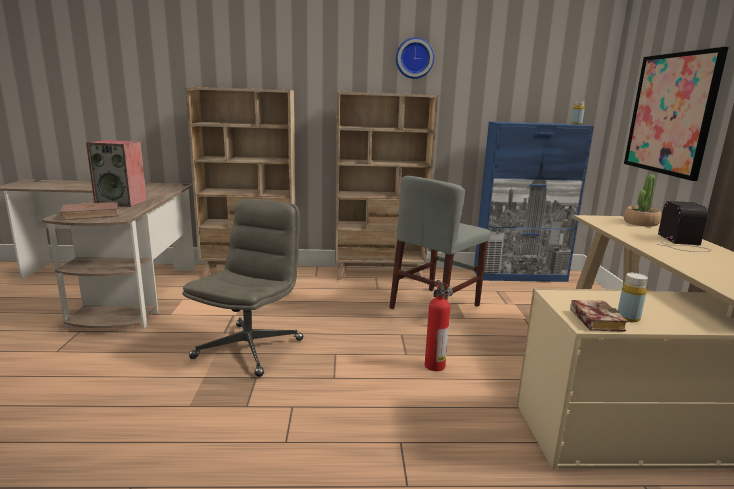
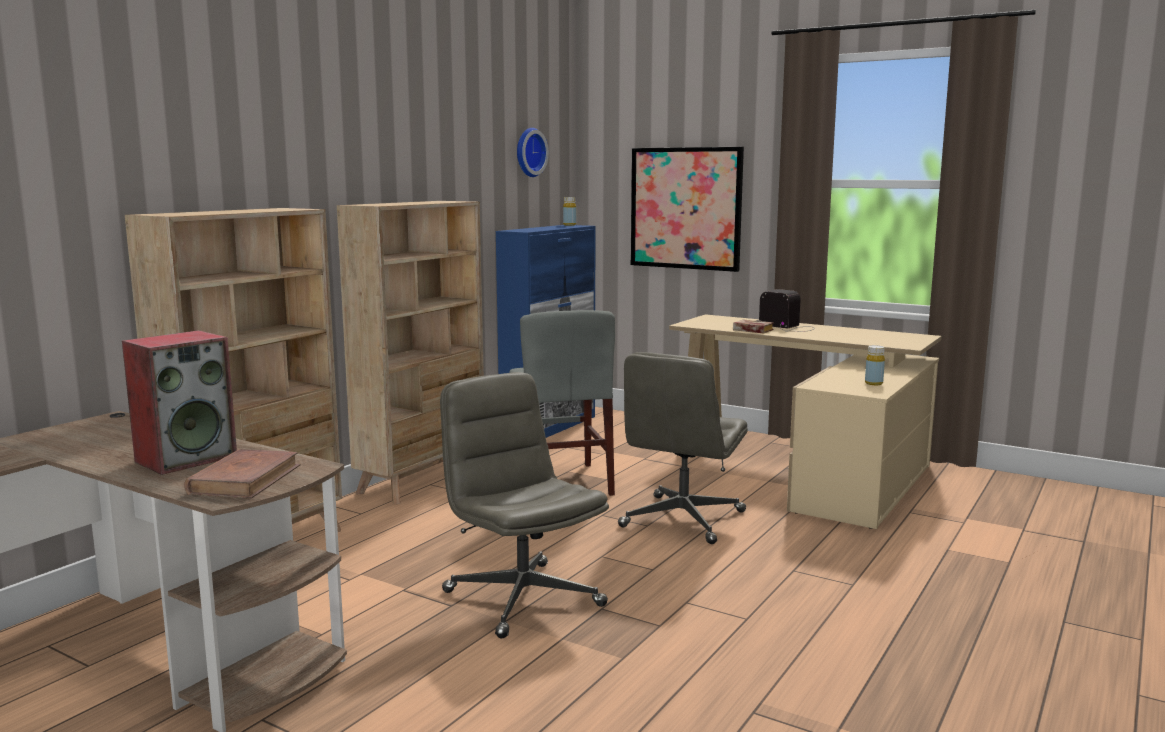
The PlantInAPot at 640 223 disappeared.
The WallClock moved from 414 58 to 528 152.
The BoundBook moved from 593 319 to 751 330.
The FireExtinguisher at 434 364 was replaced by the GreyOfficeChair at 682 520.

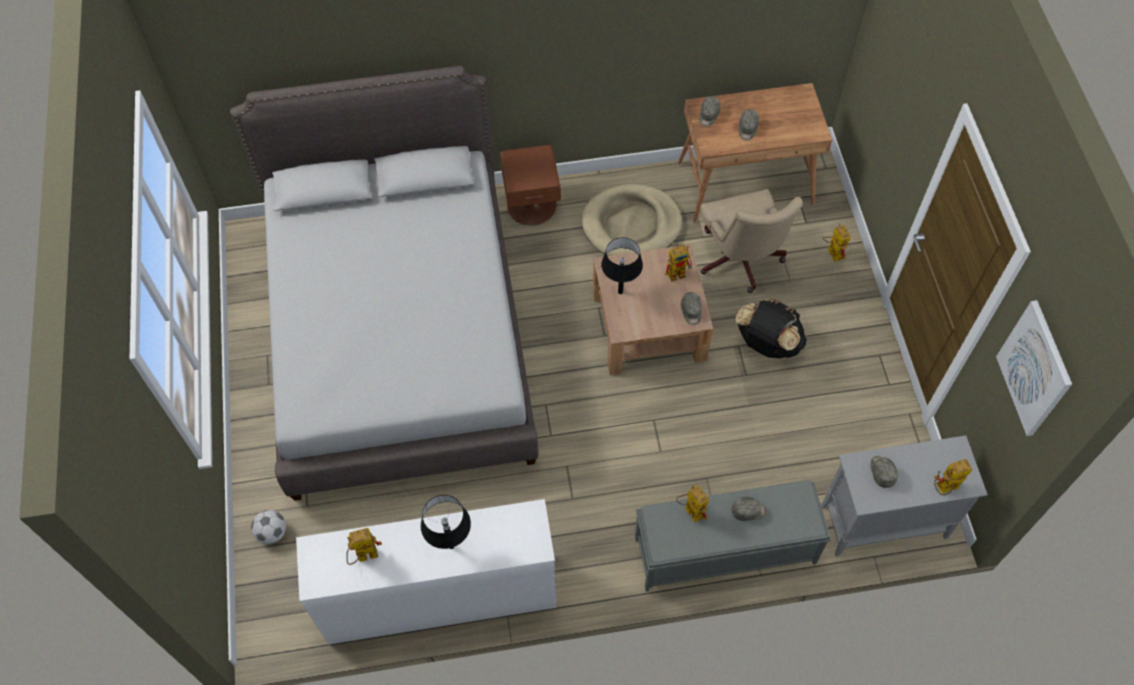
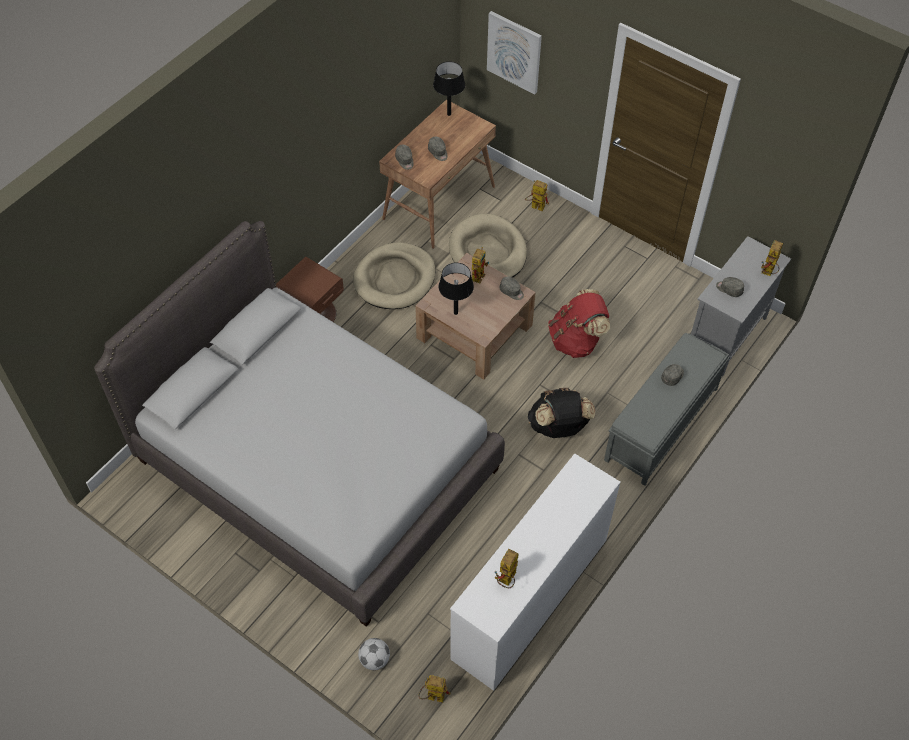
The RedRucksack at 576 341 appeared.
The BlackLampForATable moved from 451 546 to 449 114.
The RobotFigure moved from 690 510 to 432 697.
The BlackRucksack moved from 767 343 to 558 427.
The WallPicture moved from 1035 369 to 514 52.
The SandColouredOfficeChair at 740 262 was replaced by the SandColouredPetBed at 487 252.

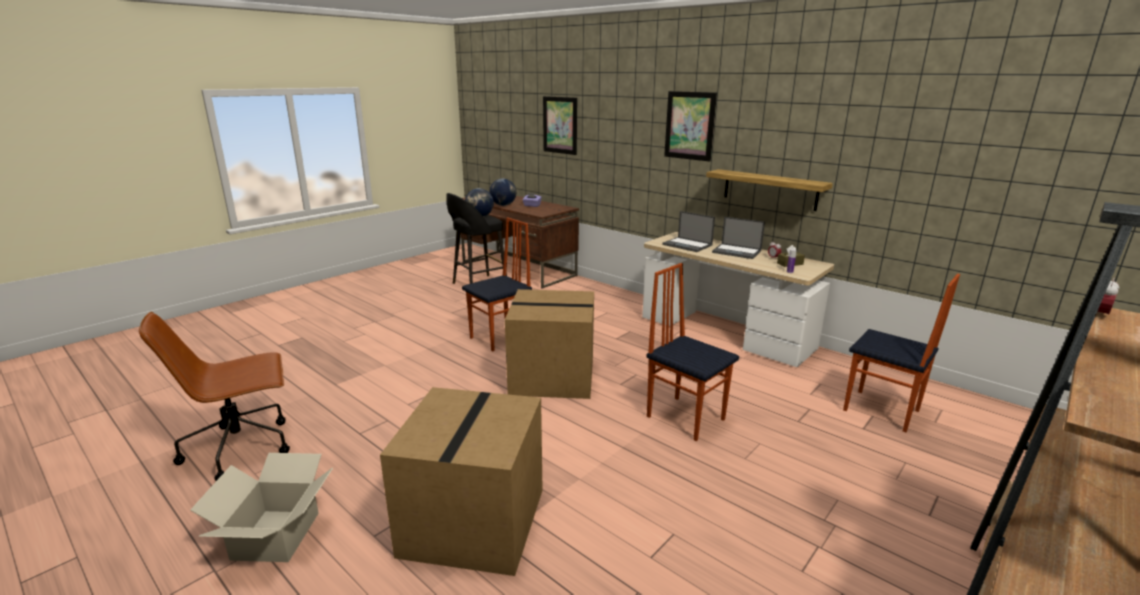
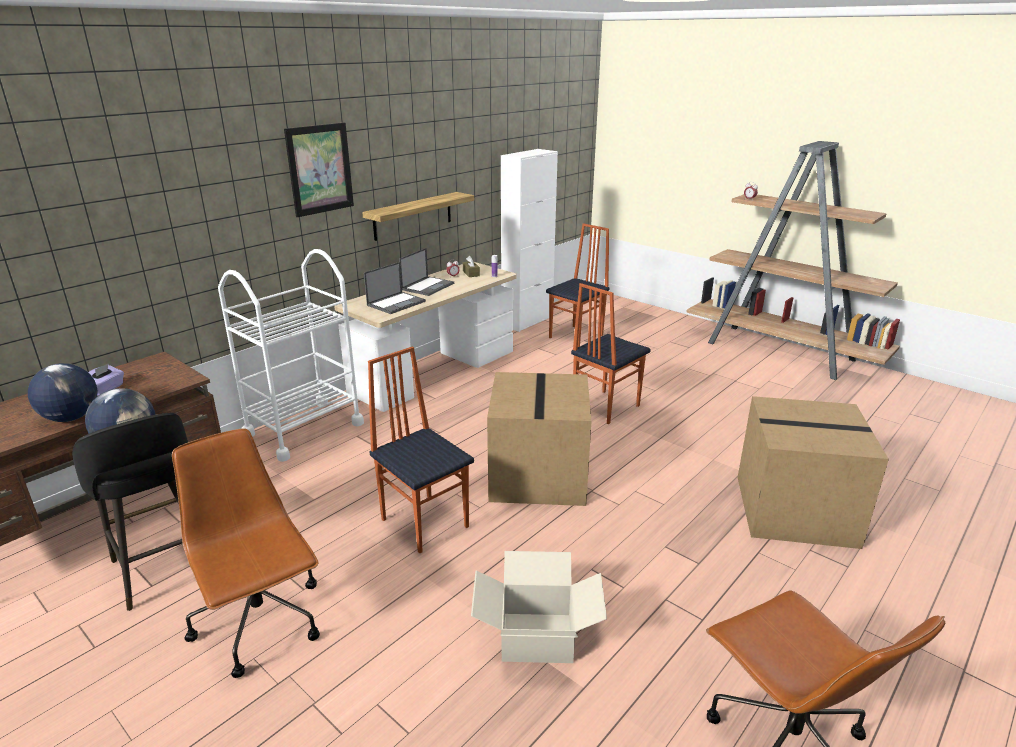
The WallPicture at 560 125 disappeared.
The BrownOfficeChair at 262 624 appeared.
The WhiteColouredTrolley at 304 429 appeared.
The WhiteColouredStorageCabinet at 527 321 appeared.
The CardboardBox moved from 275 535 to 537 638.

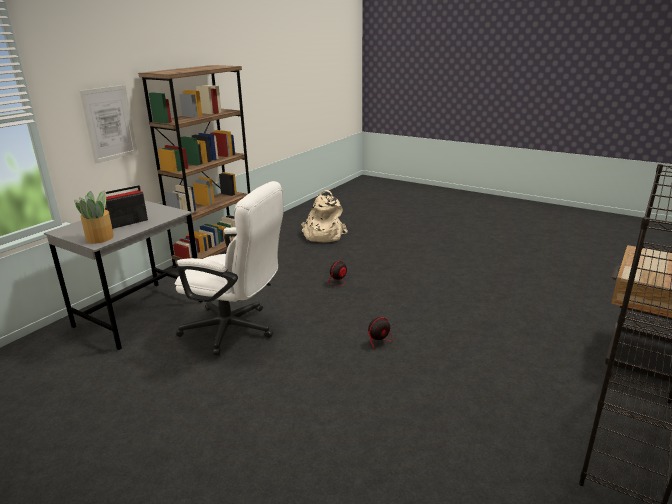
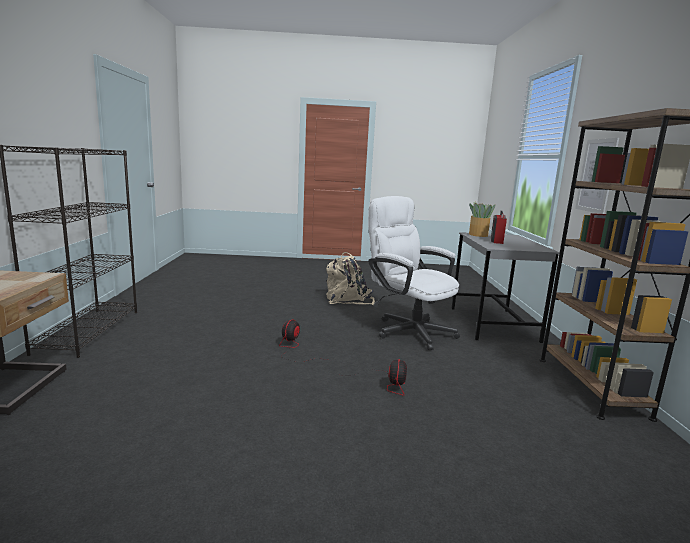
The SandColouredRucksack moved from 322 235 to 348 299.
The WhiteColouredOfficeChair at 236 330 turned 60 degrees clockwise.

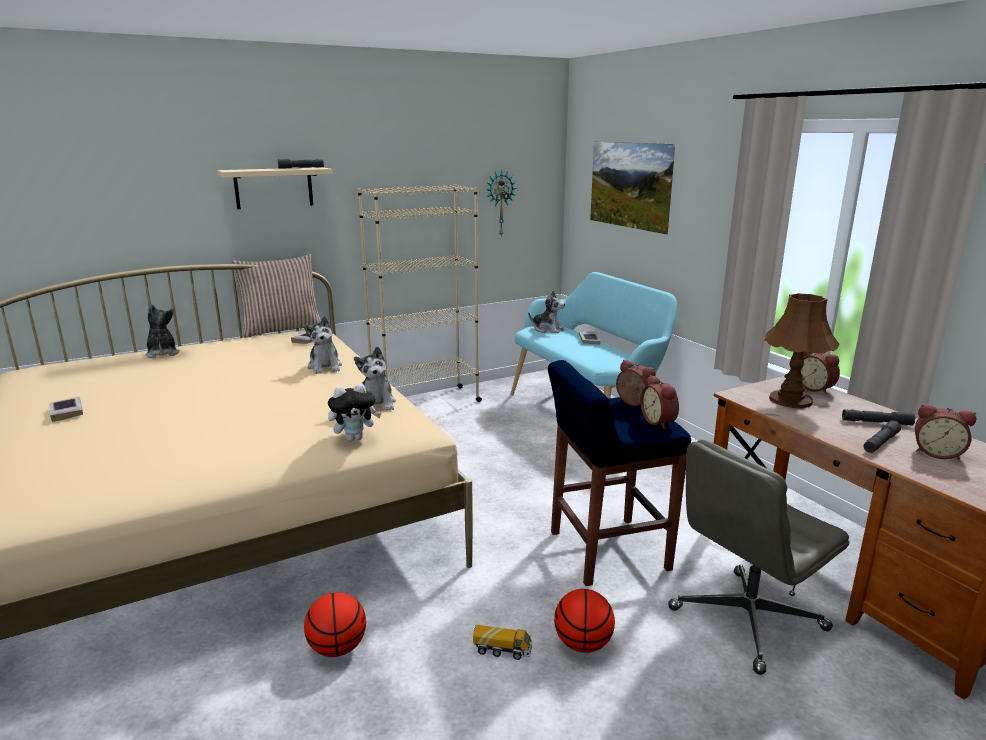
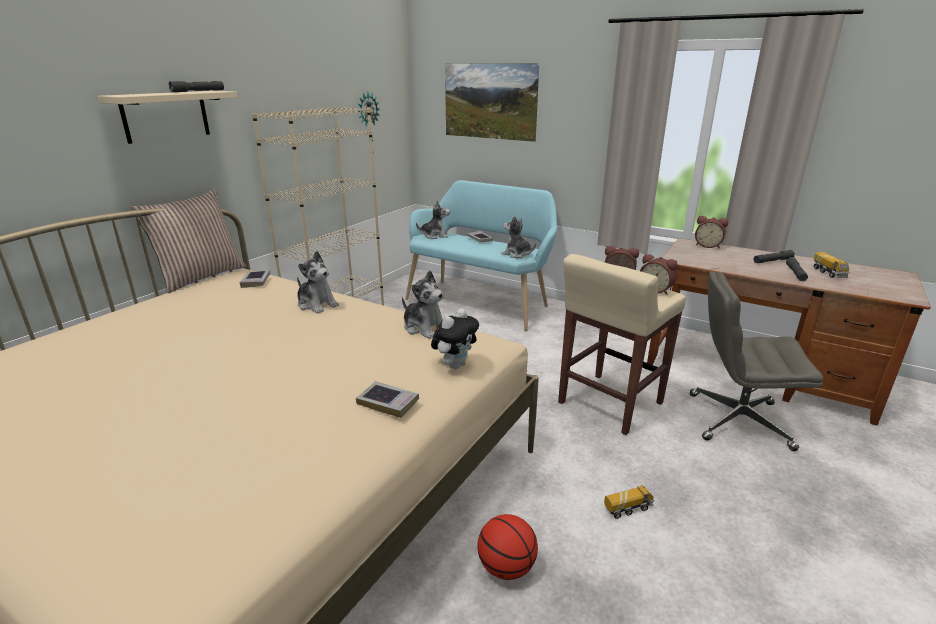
The Basketball at 583 644 disappeared.
The BrownLampForATable at 791 400 disappeared.
The BoundBook moved from 67 412 to 388 403.
The PlushToy moved from 162 353 to 517 254.
The AlarmClock at 936 453 was replaced by the ToyLorry at 828 273.
The BlueColouredSittingStool at 606 551 became the SandColouredSittingStool at 609 403.
The GreyOfficeChair at 746 620 turned 75 degrees clockwise.

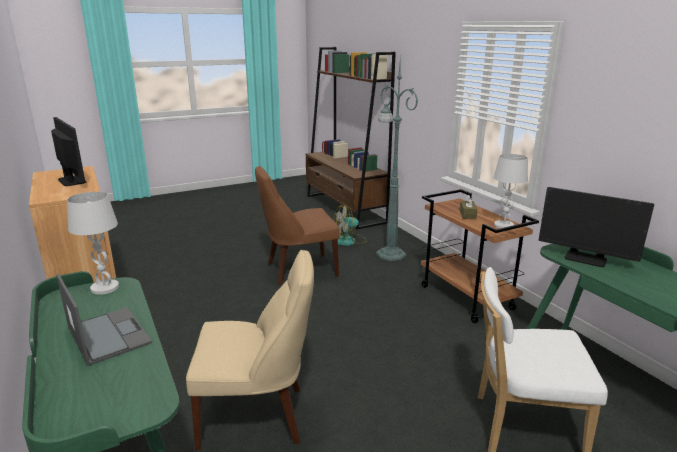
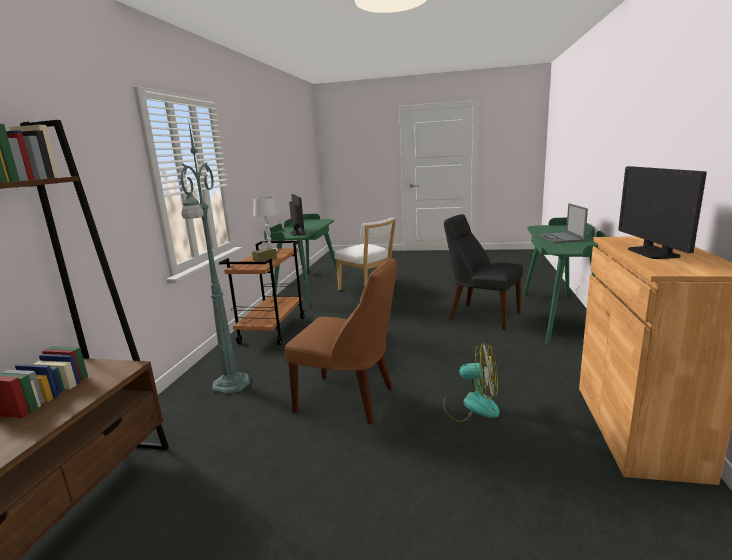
The WhiteColouredLampForATable at 105 288 disappeared.
The Fan moved from 349 241 to 471 405.
The SandColouredUprightChair at 258 416 became the BlackUprightChair at 481 315.

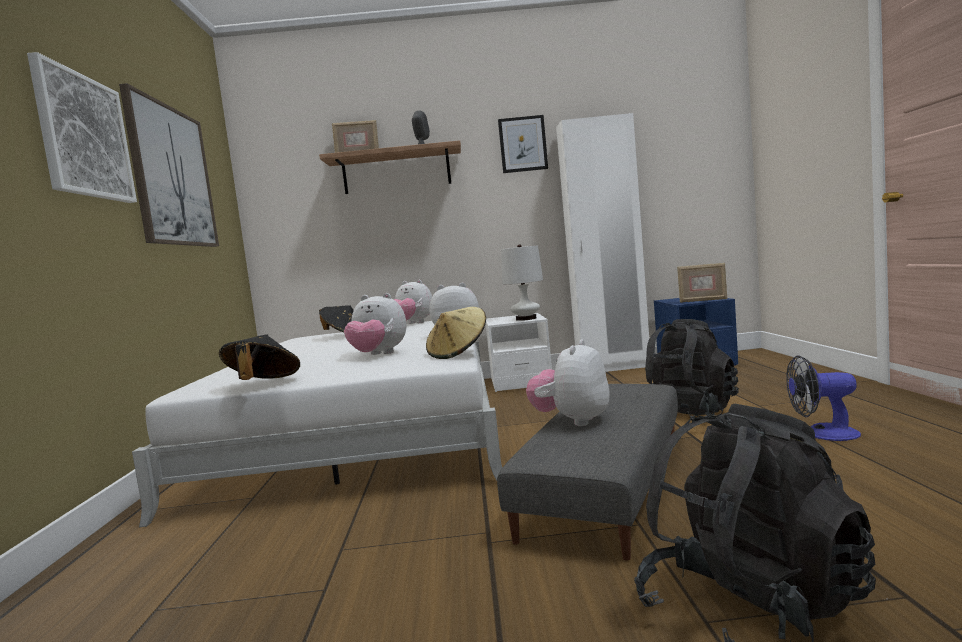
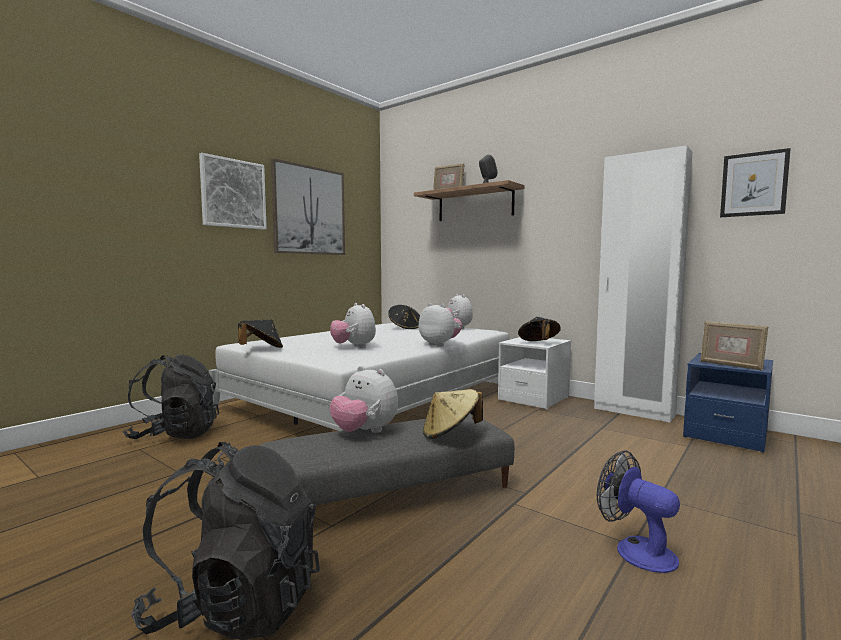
The SandColouredWearableHat moved from 458 353 to 450 434.
The WallPicture moved from 523 144 to 753 184.
The BlackRucksack moved from 688 417 to 175 435.
The WhiteColouredLampForATable at 526 319 was replaced by the BlackWearableHat at 538 343.
The PlushToy at 572 421 turned 120 degrees counterclockwise.

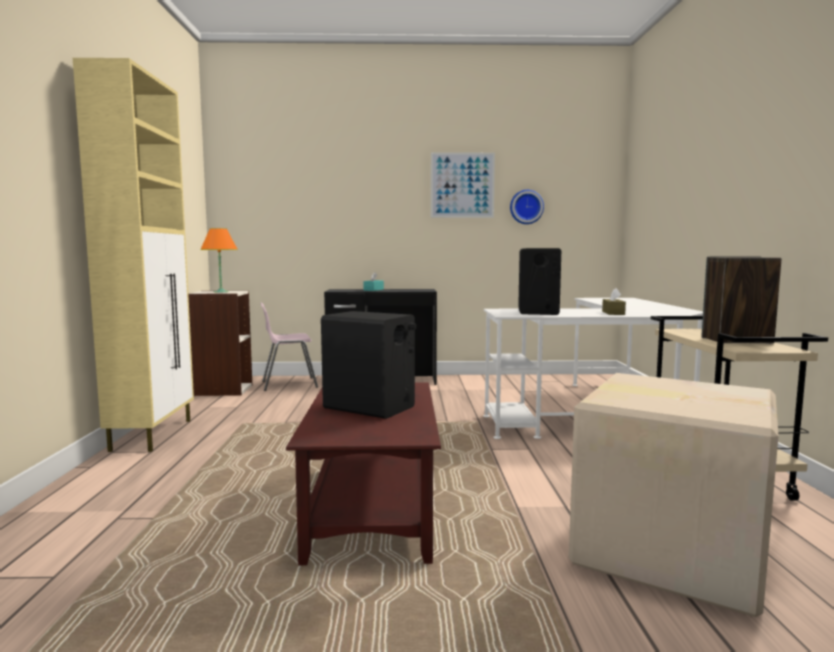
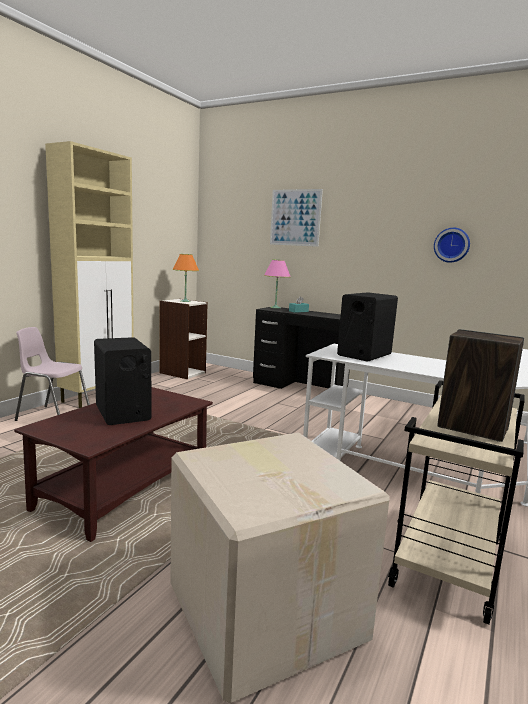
The BrownBoxOfTissues at 613 313 disappeared.
The PinkishLampForATable at 275 307 appeared.
The PinkishUprightChair moved from 288 384 to 53 416.
The WallPicture moved from 462 185 to 295 217.

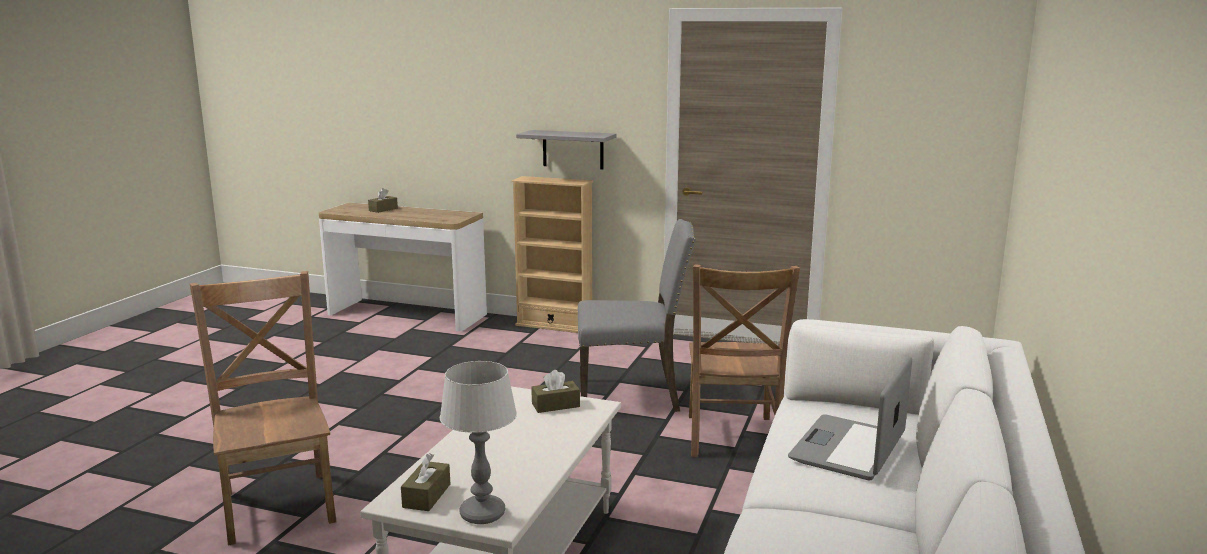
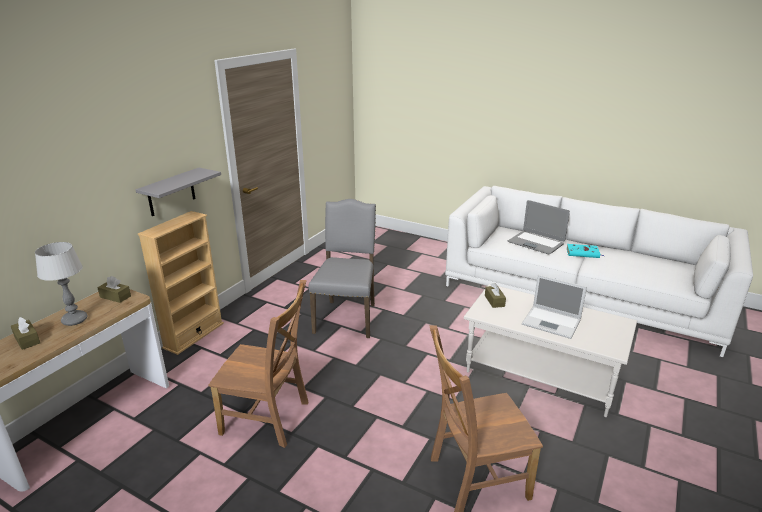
The NotebookComputer at 552 322 appeared.
The TurquoiseColouredBoundBook at 583 253 appeared.
The BrownBoxOfTissues moved from 426 496 to 115 296.
The LampForATable moved from 483 514 to 75 320.
The BrownUprightChair moved from 732 439 to 268 419.

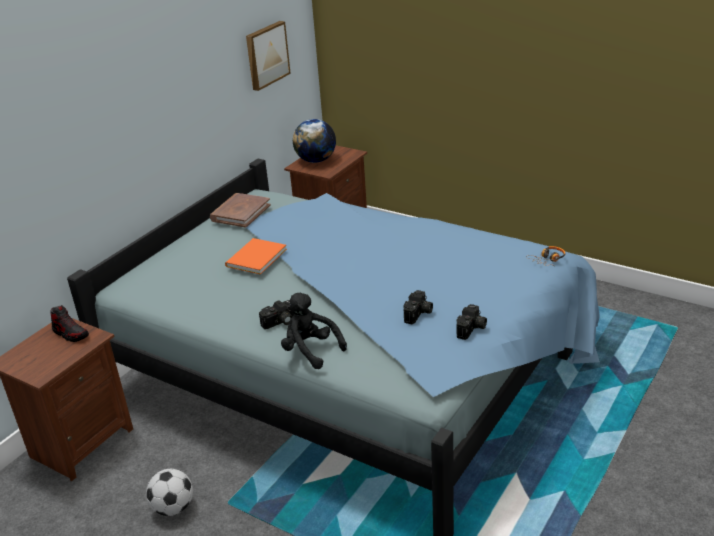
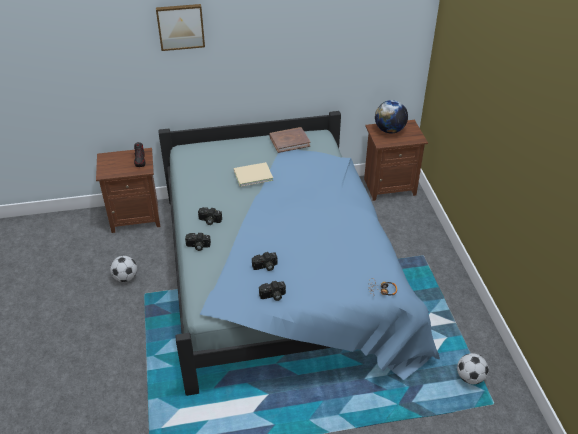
The FootballBall at 470 377 appeared.
The WallPicture moved from 266 55 to 180 26.
The BlackPlushToy at 310 351 was replaced by the StillCamera at 197 246.
The OrangeyBoundBook at 254 258 became the SandColouredBoundBook at 251 175.

